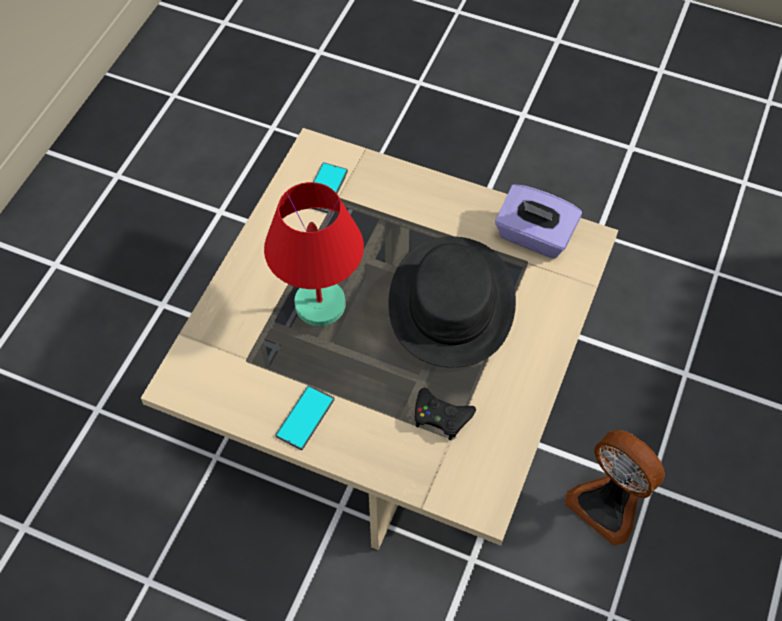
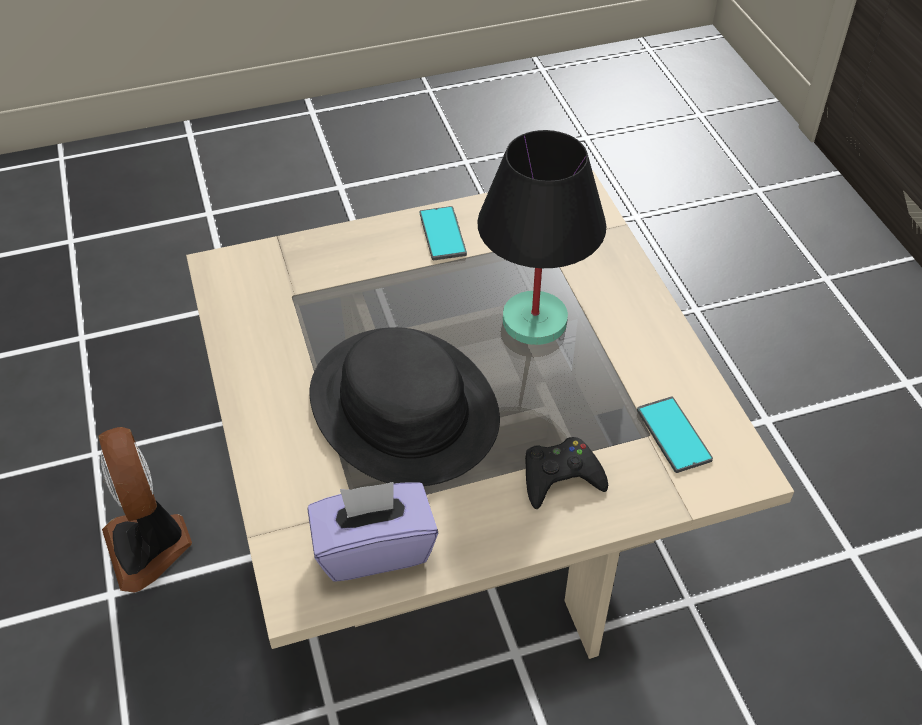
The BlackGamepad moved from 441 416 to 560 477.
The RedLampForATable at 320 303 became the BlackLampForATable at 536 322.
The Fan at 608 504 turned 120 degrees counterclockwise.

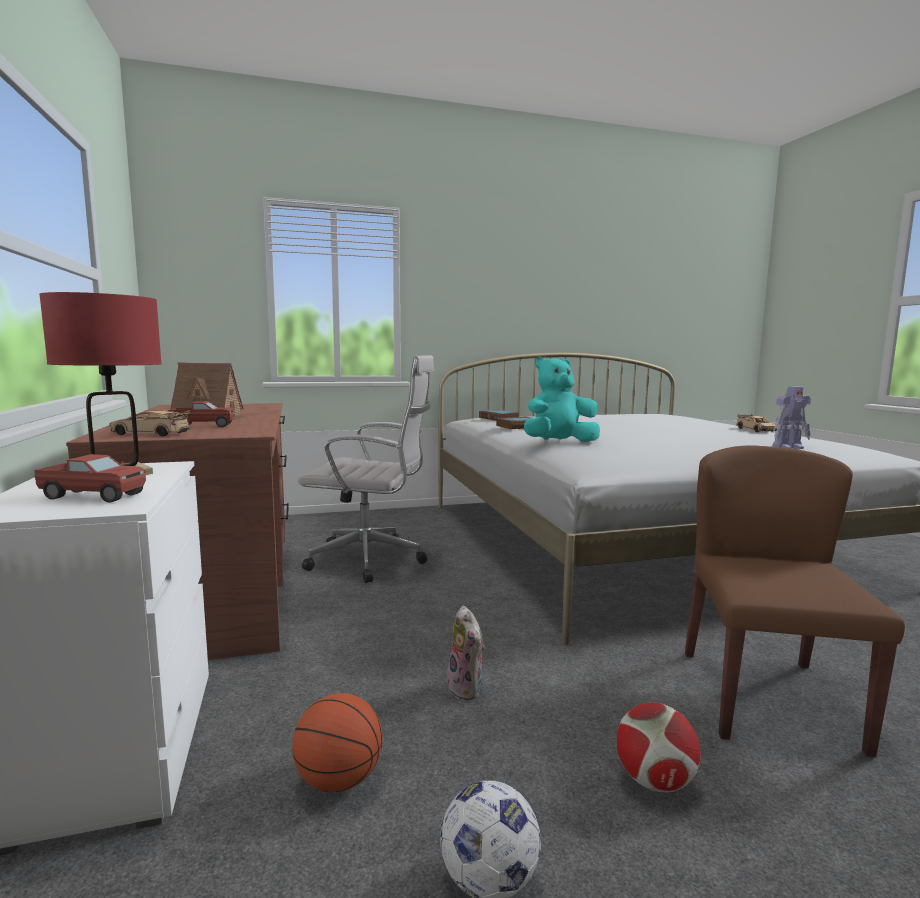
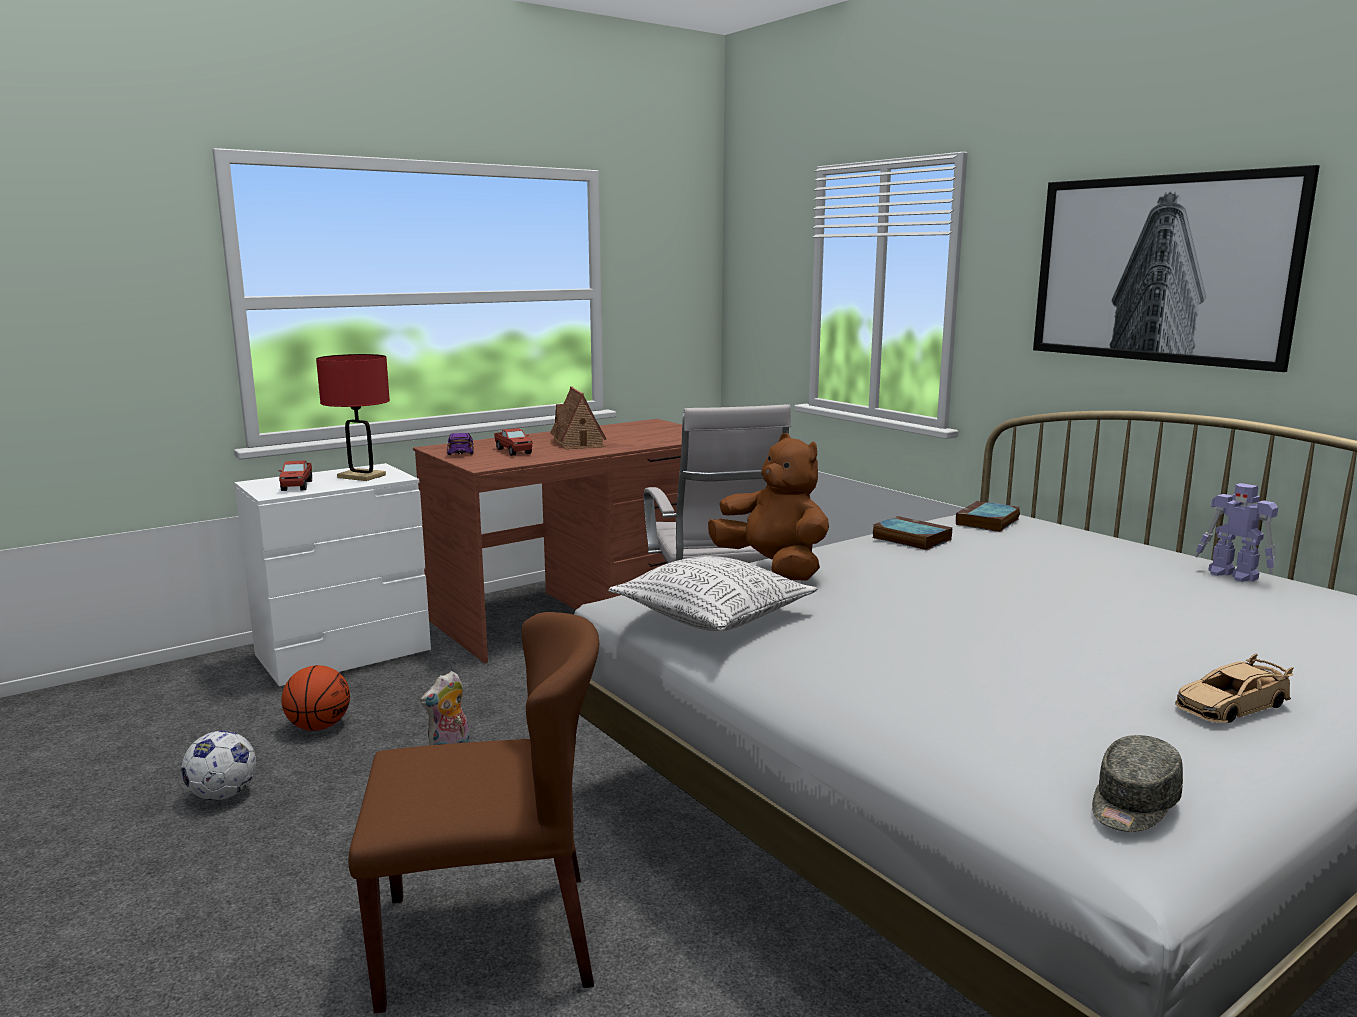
The FootballBall at 655 781 disappeared.
The Pillow at 713 616 appeared.
The WallPicture at 1160 269 appeared.
The GreyPeakedCap at 1132 805 appeared.
The RobotFigure moved from 788 447 to 1233 575.
The SandColouredMiniatureCar at 150 433 became the PurplishMiniatureCar at 460 451.
The TurquoiseColouredPlushToy at 559 443 became the BrownPlushToy at 773 568.

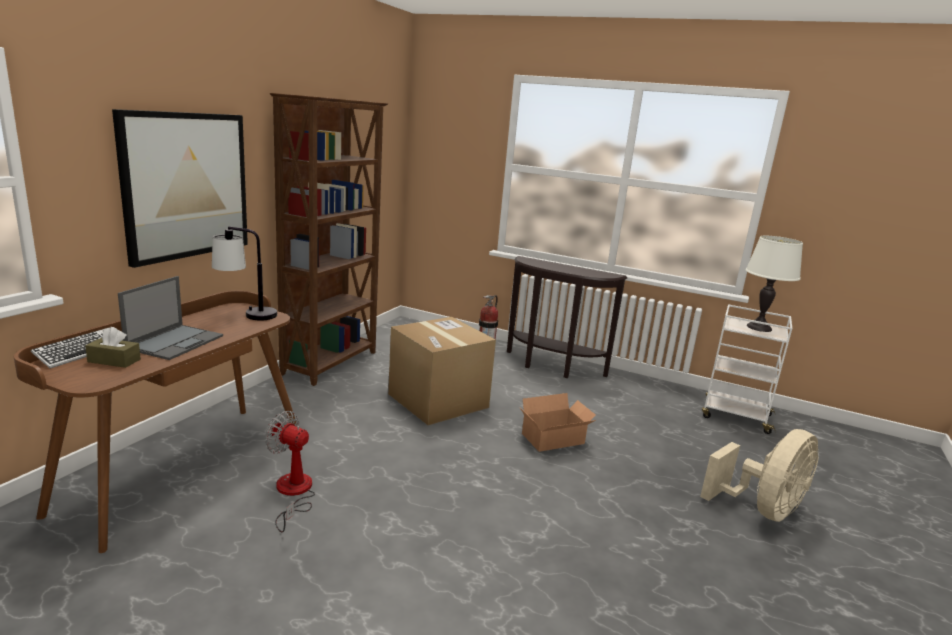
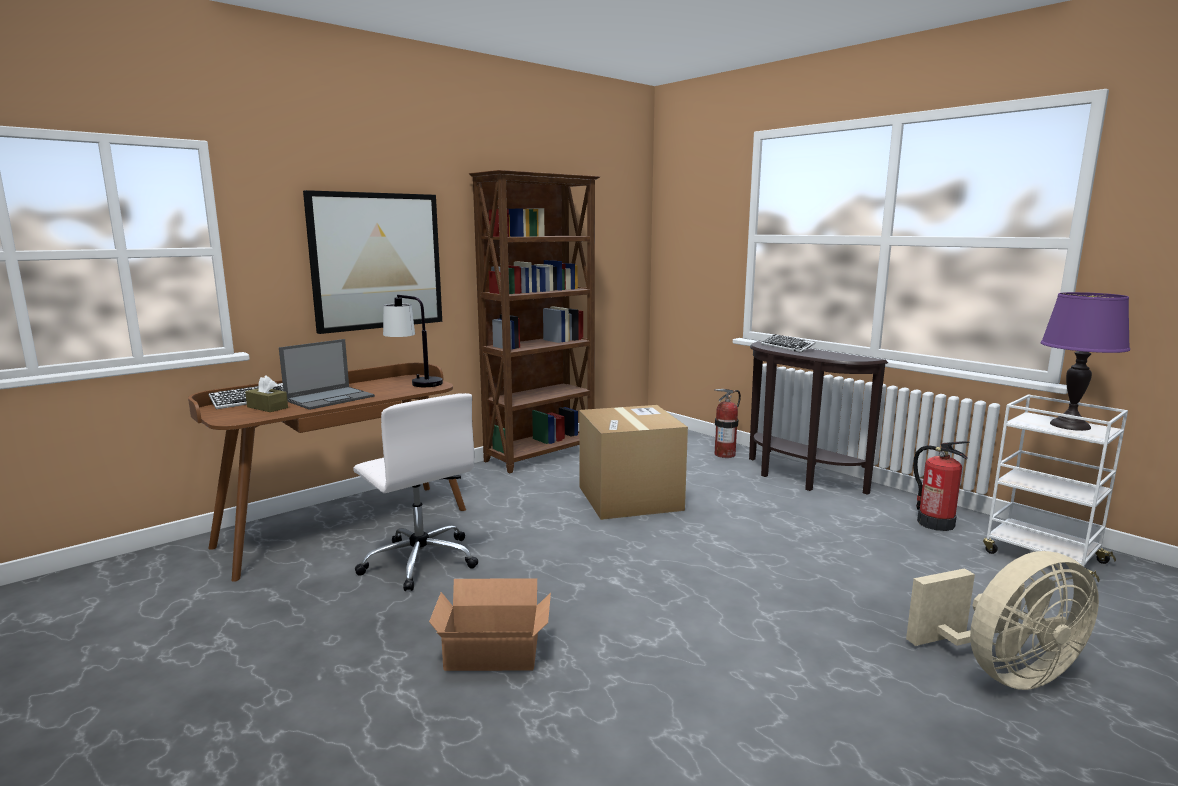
The ComputerKeyboard at 787 347 appeared.
The FireExtinguisher at 935 523 appeared.
The CardboardBox moved from 555 439 to 494 655.
The Fan at 293 493 was replaced by the WhiteColouredOfficeChair at 420 561.
The WhiteColouredLampForATable at 759 327 became the PurplishLampForATable at 1070 425.

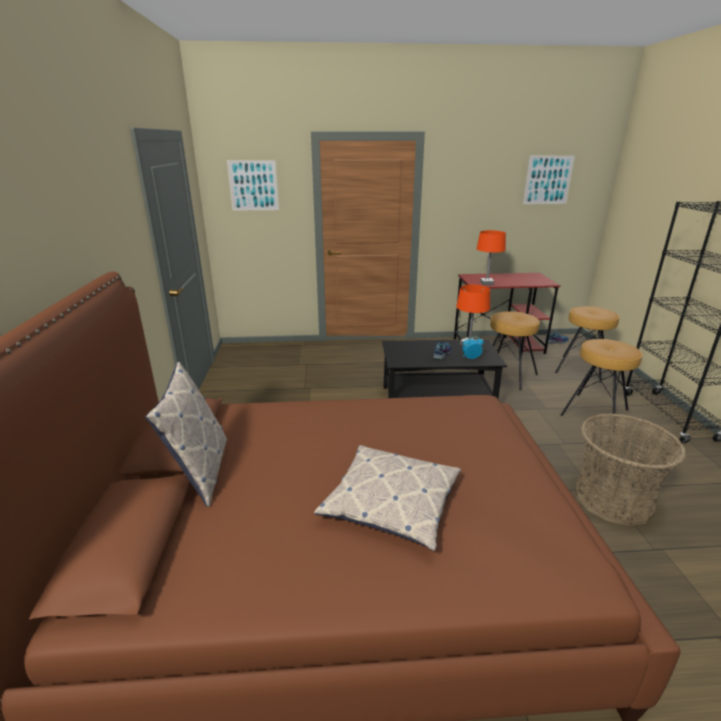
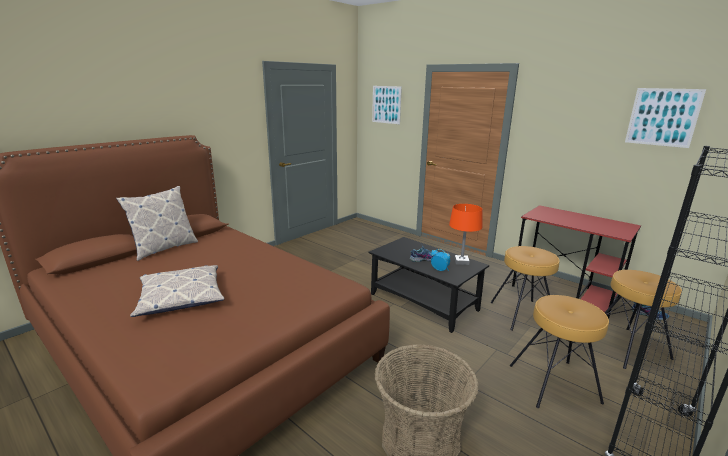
The OrangeyLampForATable at 486 283 disappeared.

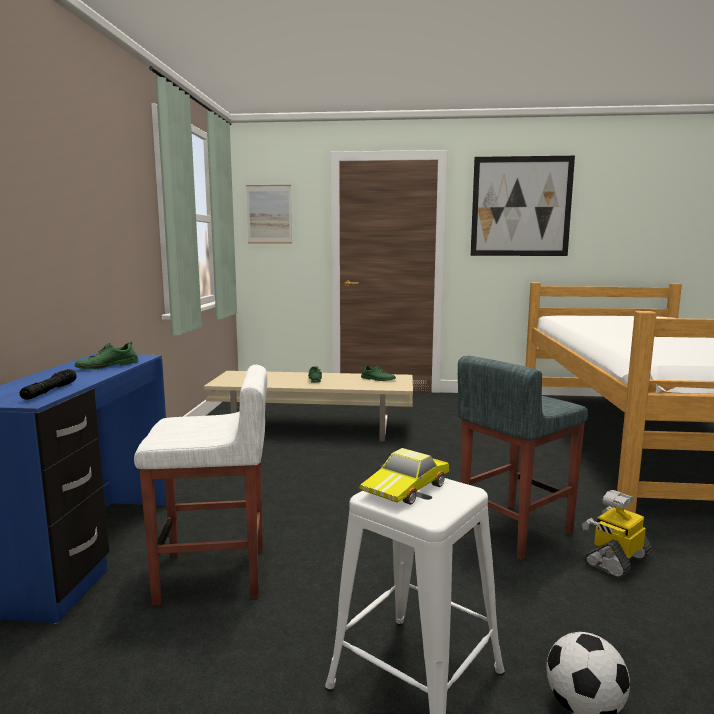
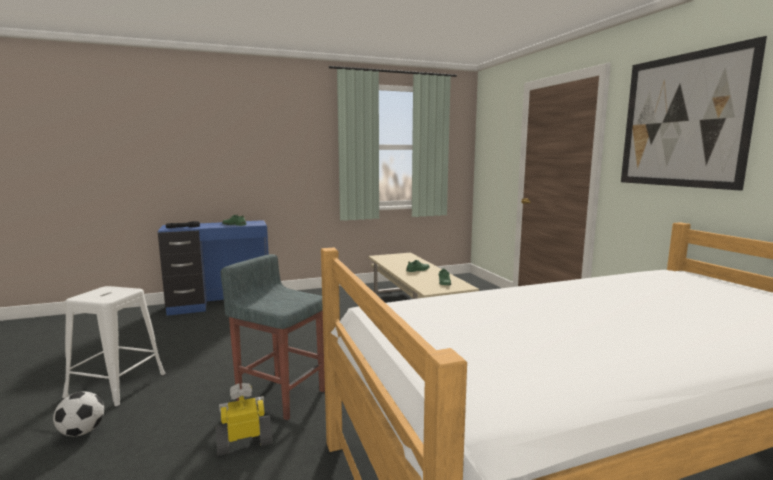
The WhiteColouredSittingStool at 214 575 disappeared.
The WallPicture at 269 214 disappeared.
The MiniatureCar at 408 488 disappeared.
The RobotFigure at 616 560 turned 45 degrees counterclockwise.

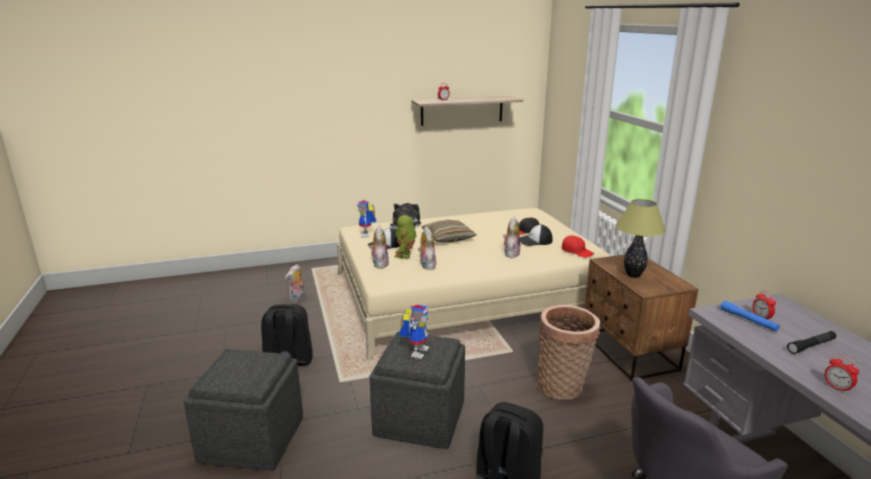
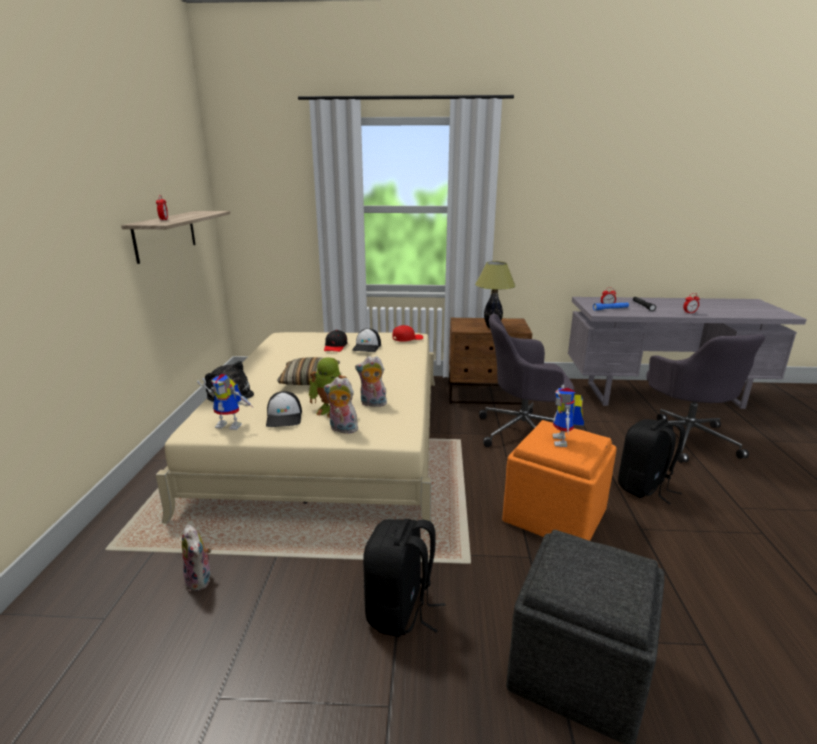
The PlushToy at 511 253 disappeared.
The Basket at 563 387 was replaced by the GreyOfficeChair at 523 432.
The GreyOttoman at 419 417 became the OrangeyOttoman at 553 515.
The RobotFigure at 417 351 turned 120 degrees counterclockwise.

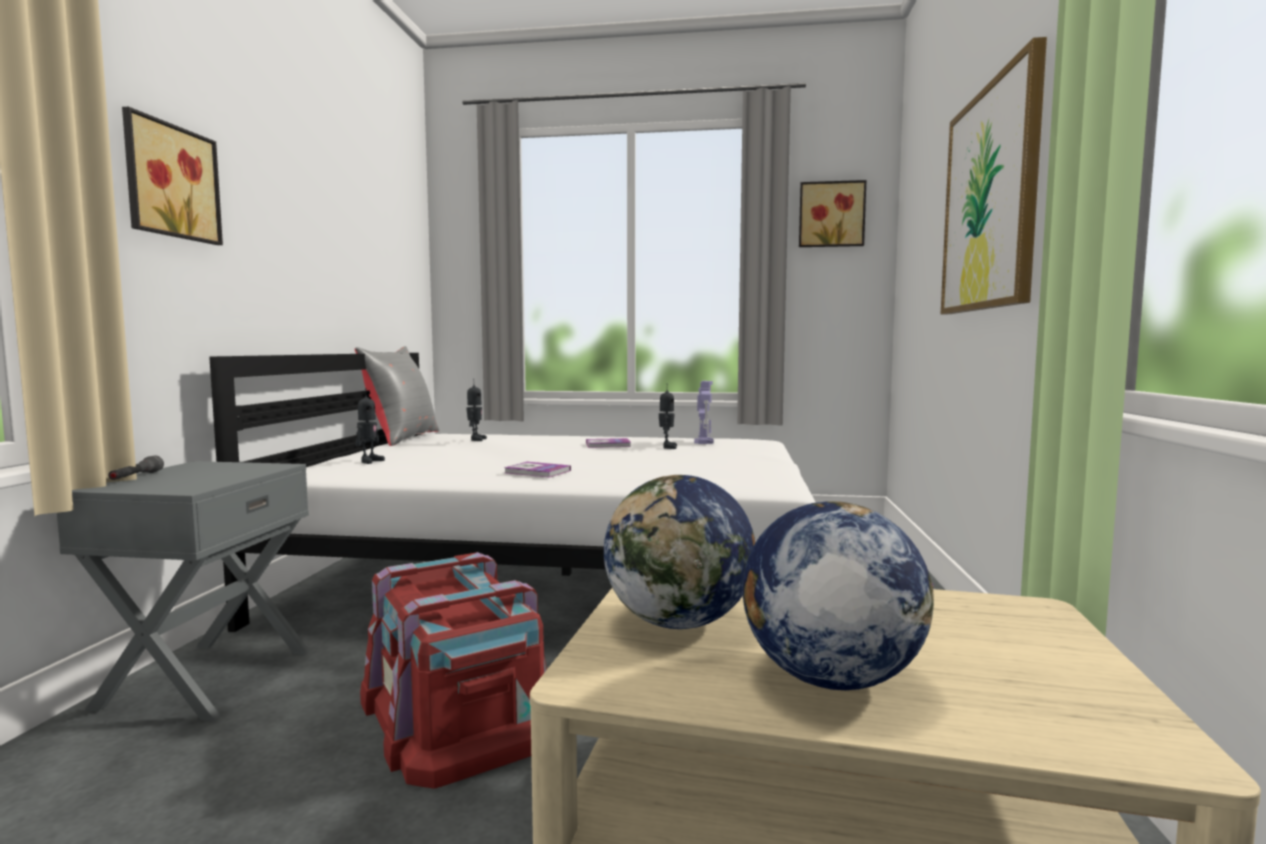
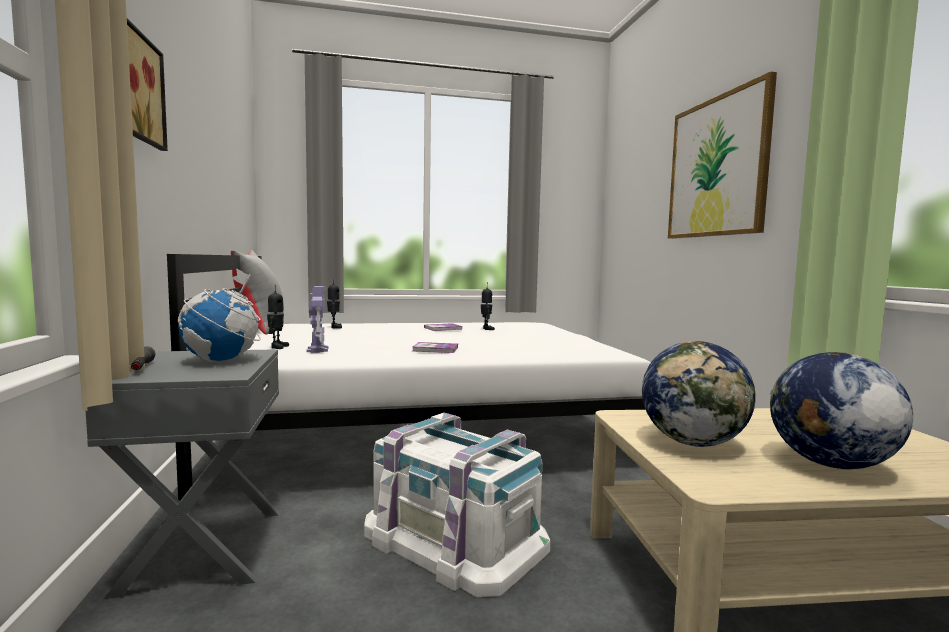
The WallPicture at 831 215 disappeared.
The DeskGlobe at 222 360 appeared.
The RobotFigure moved from 703 441 to 317 349.
The RedStorageContainer at 457 711 became the WhiteColouredStorageContainer at 455 538.

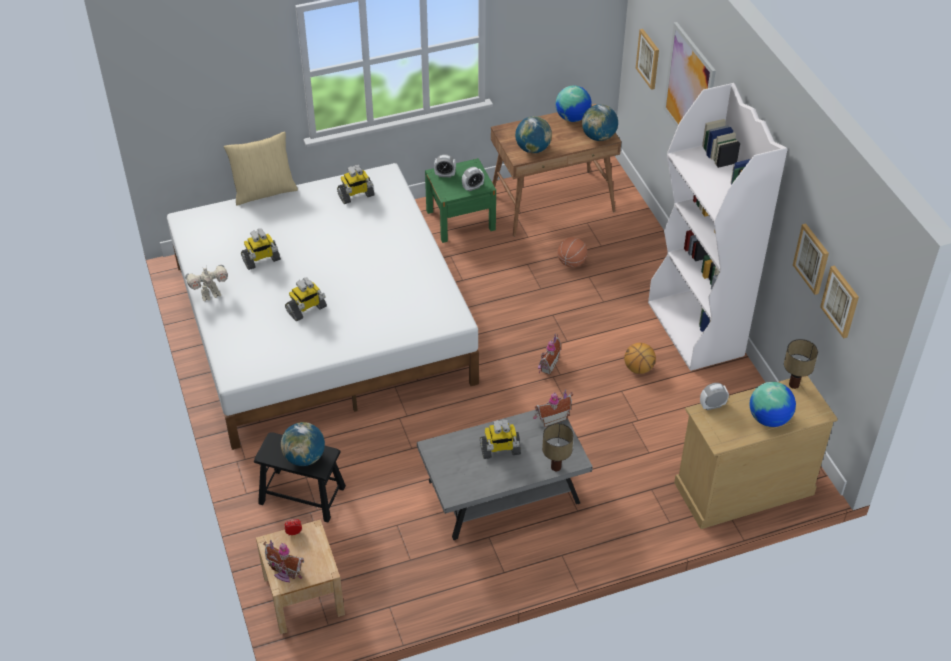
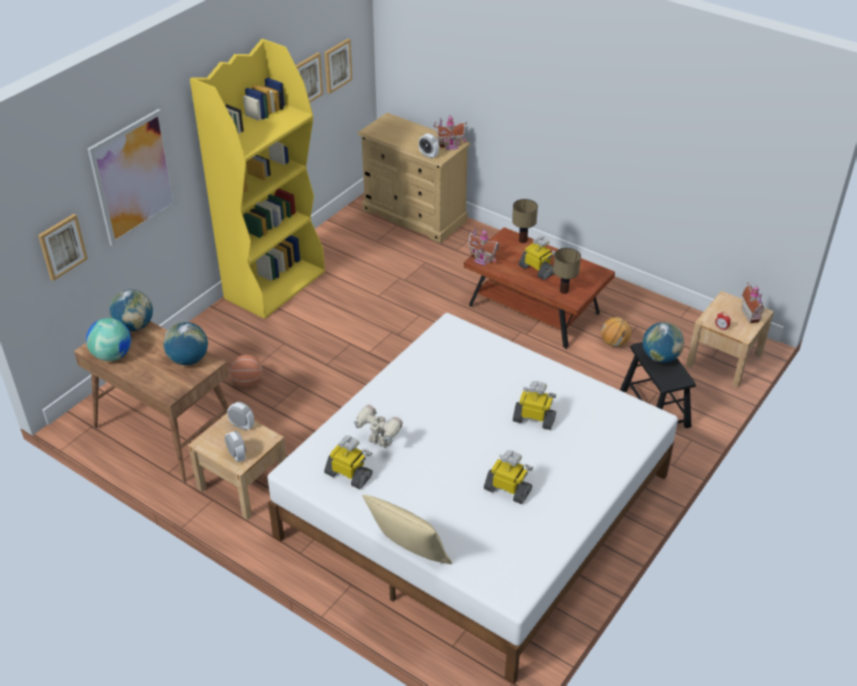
The DeskGlobe at 769 419 disappeared.
The RobotFigure moved from 210 294 to 379 443.
The ToyHouse moved from 547 365 to 450 145.
The Basketball moved from 638 368 to 614 343.
The LampForATable moved from 793 384 to 564 291.
The GreyLowTable at 503 493 became the BrownLowTable at 534 310.
The GreenColouredNightTable at 460 220 became the SandColouredNightTable at 243 485.
The WhiteColouredBookcase at 696 329 became the YellowBookcase at 275 284.

